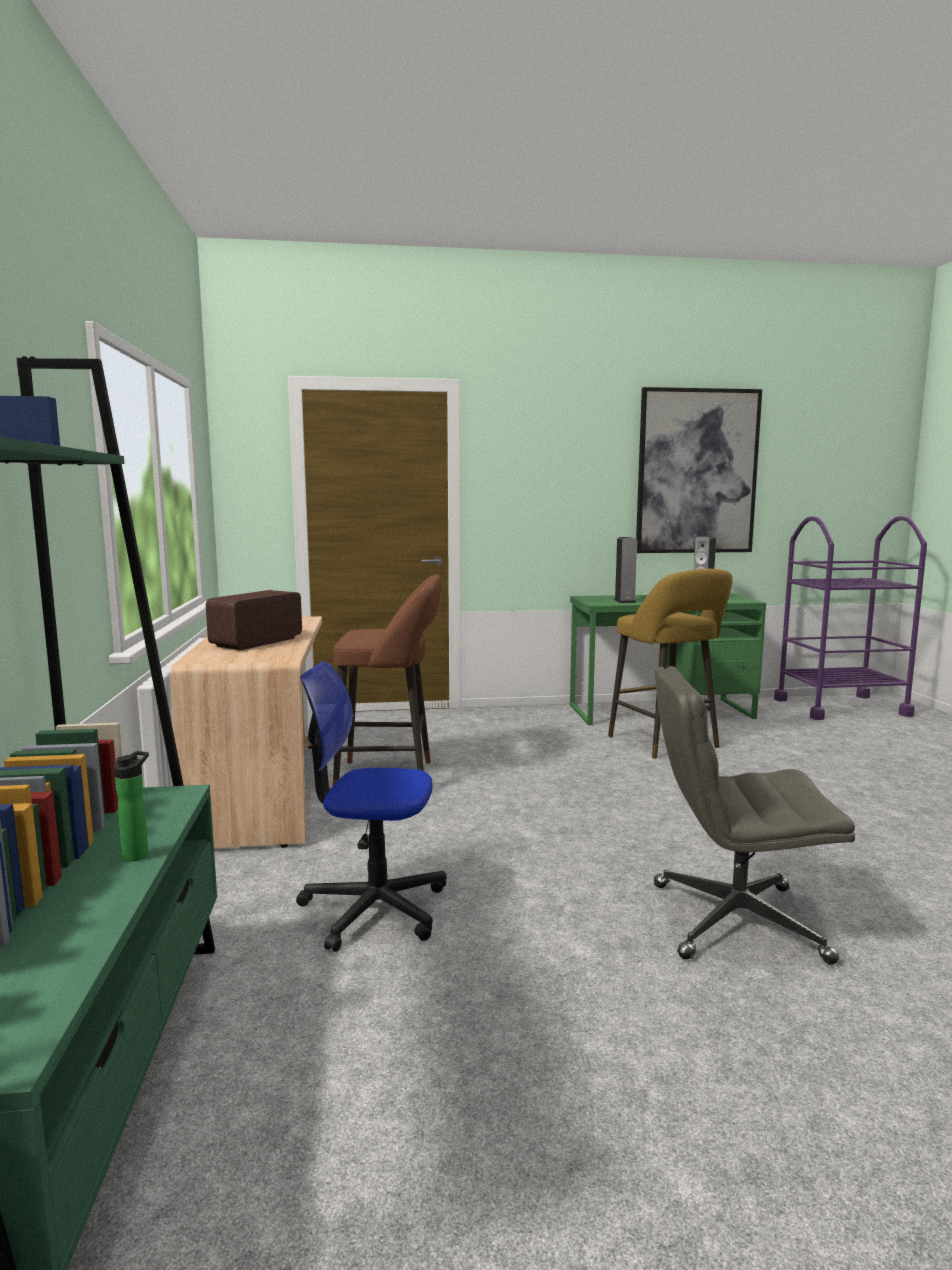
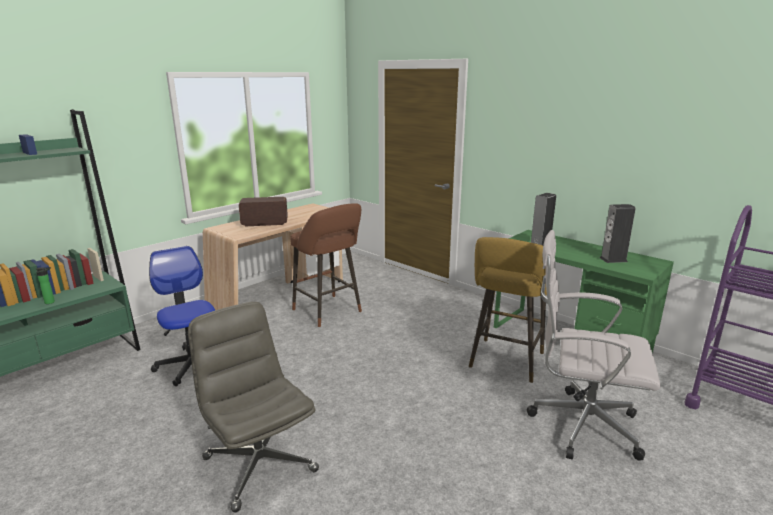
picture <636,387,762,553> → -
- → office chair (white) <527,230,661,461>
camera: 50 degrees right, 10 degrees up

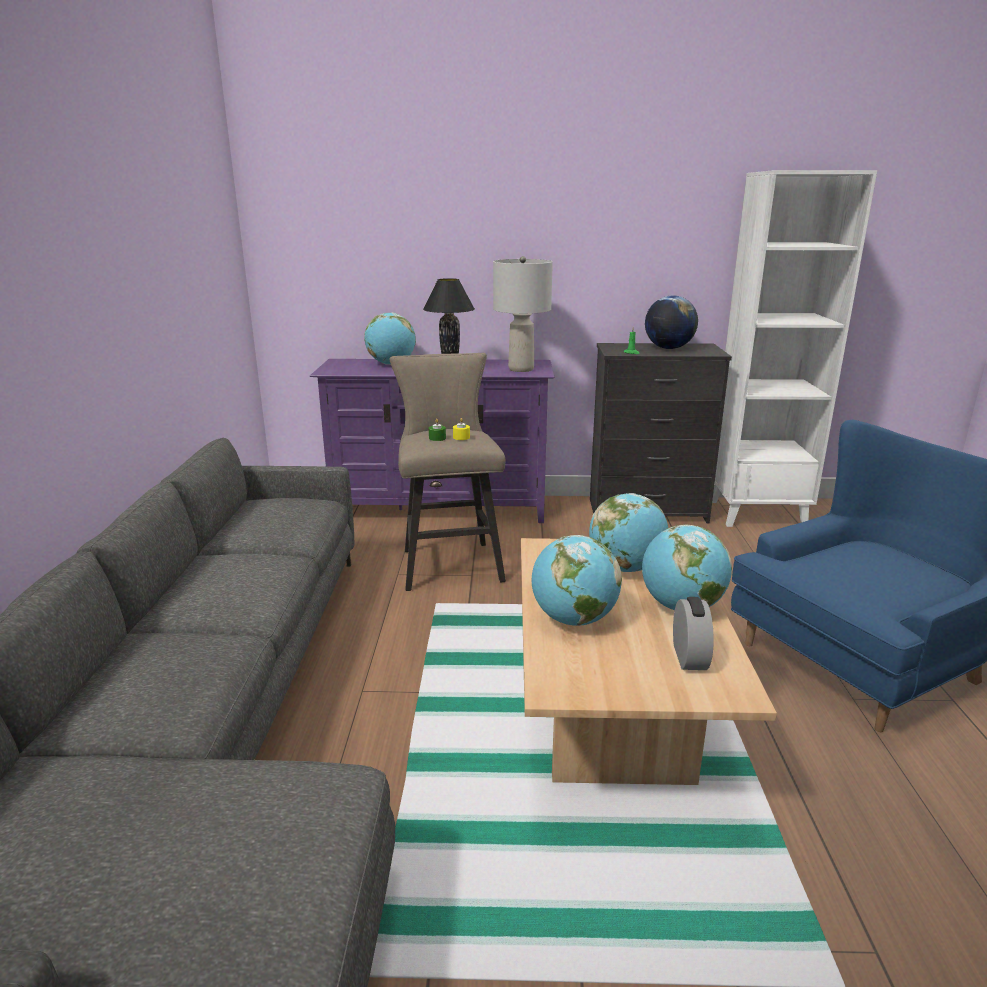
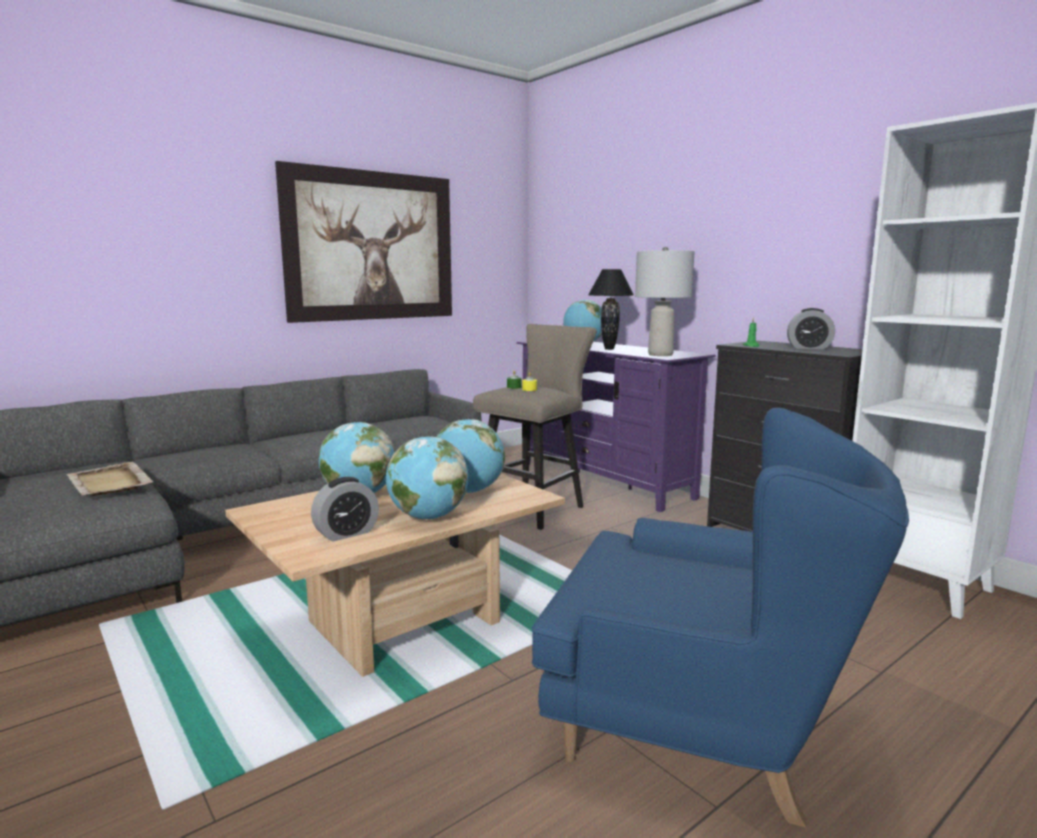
globe <645,295,698,349> → alarm clock <787,308,835,349>
- → tray (beige) <66,462,154,496>
- → picture <275,161,452,323>
camera: 50 degrees right, 10 degrees down

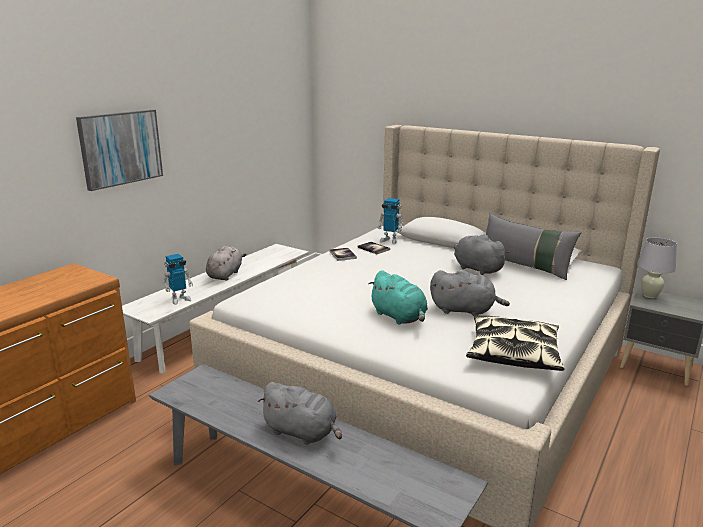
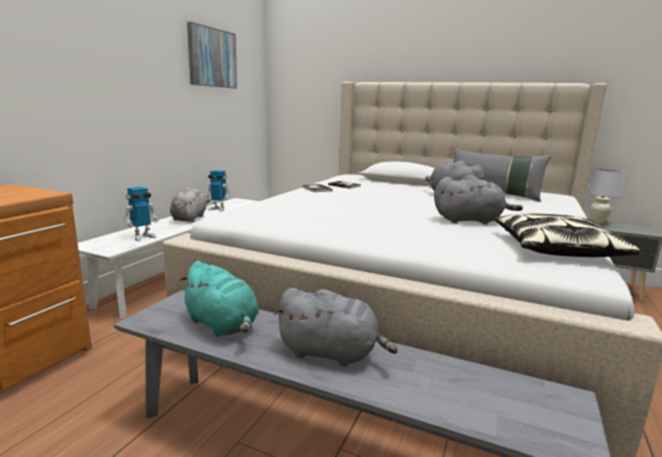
picture <76,110,163,191> → picture <187,22,237,88>, moved
plush toy (turquoise) <368,270,428,325> → plush toy (turquoise) <179,261,259,337>, moved
toy robot <377,198,404,244> → toy robot <206,170,230,212>, moved
camera: 10 degrees left, 5 degrees down

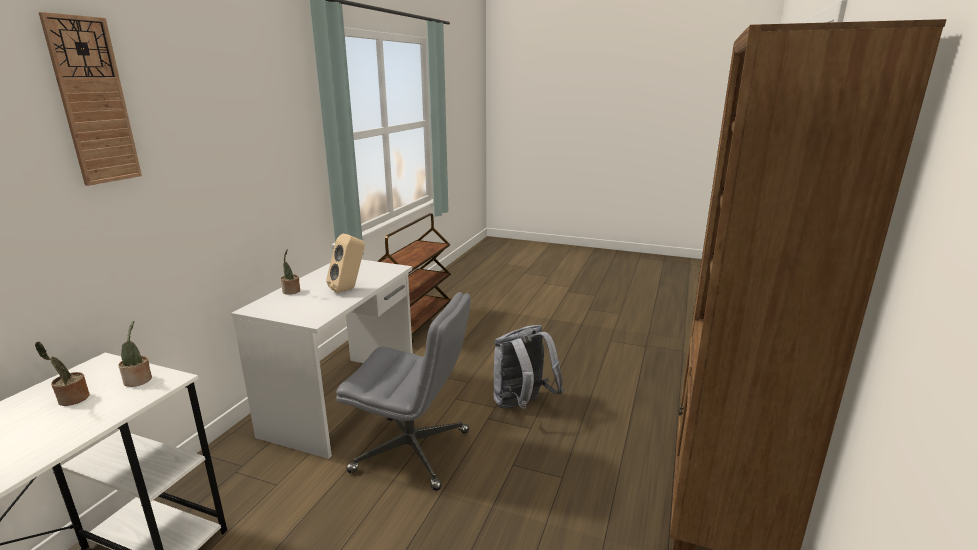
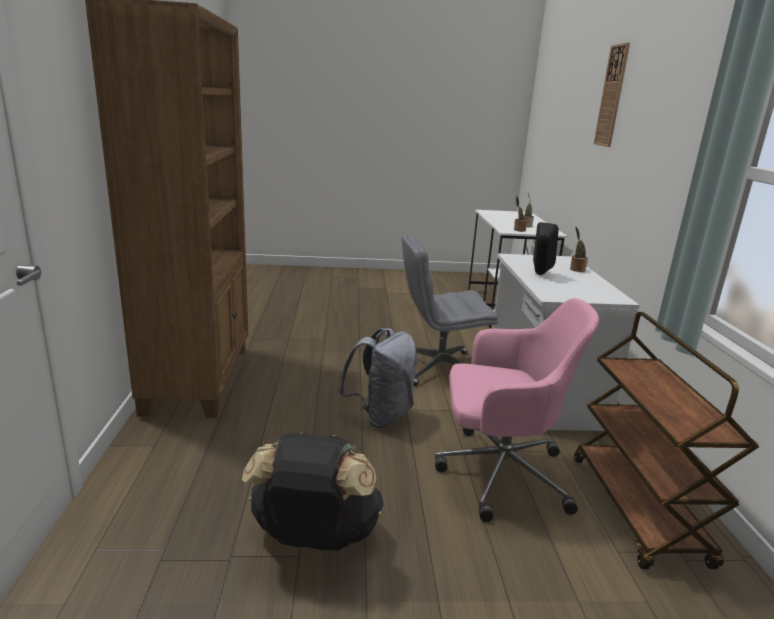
speaker (beige) <326,234,365,293> → speaker (black) <533,222,559,275>
- → backpack (black) <242,432,384,551>
- → office chair (pink) <435,298,599,522>
camera: 155 degrees right, 0 degrees up

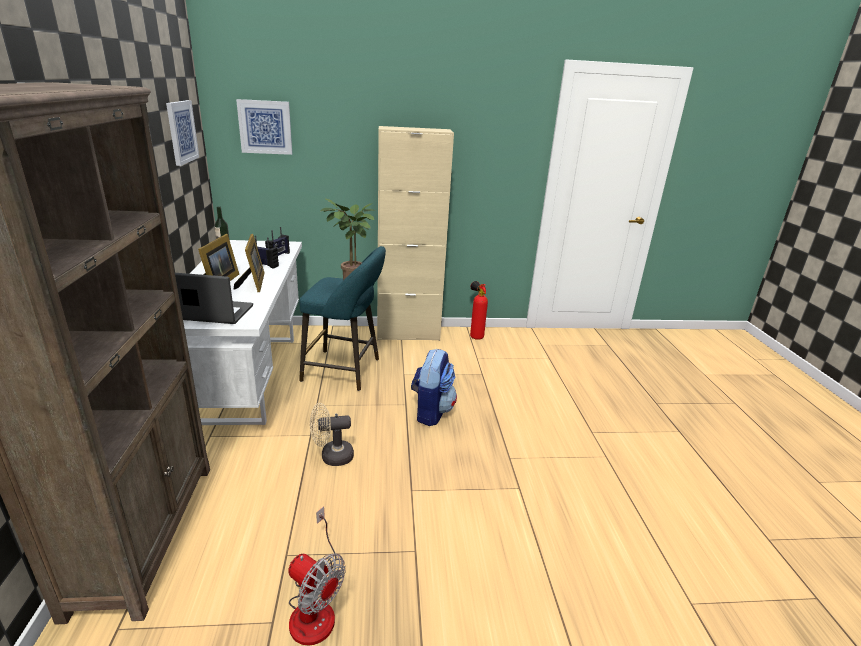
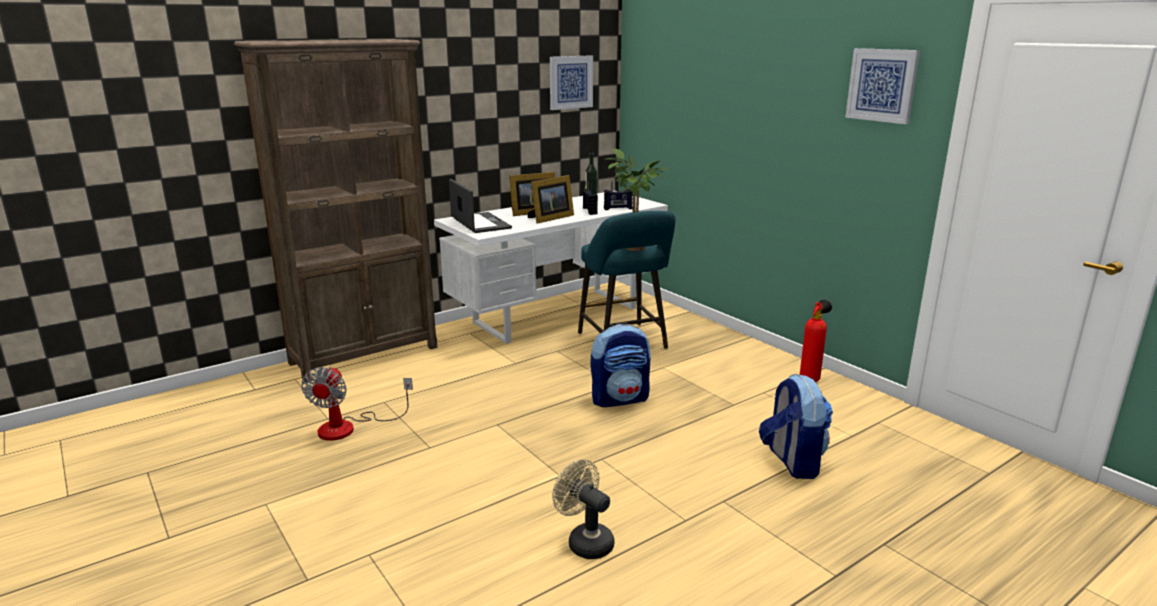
picture <236,99,292,155> → picture <845,48,920,124>, moved
fan (beige) <310,403,354,466> → fan (beige) <552,459,614,559>, moved
cabinet (beige) <377,126,454,341> → -
- → backpack <759,374,833,479>
camera: 60 degrees right, 5 degrees down

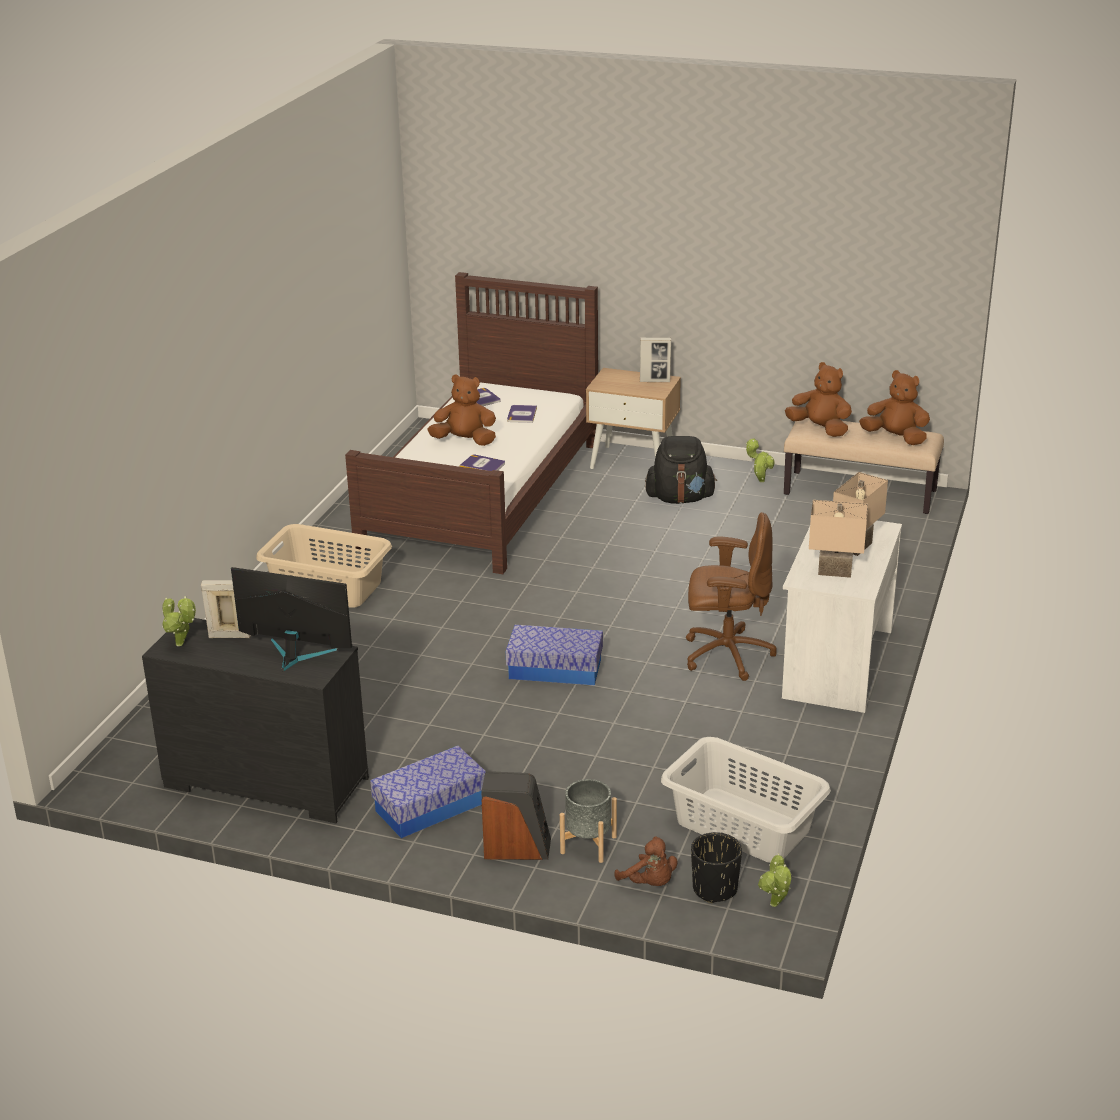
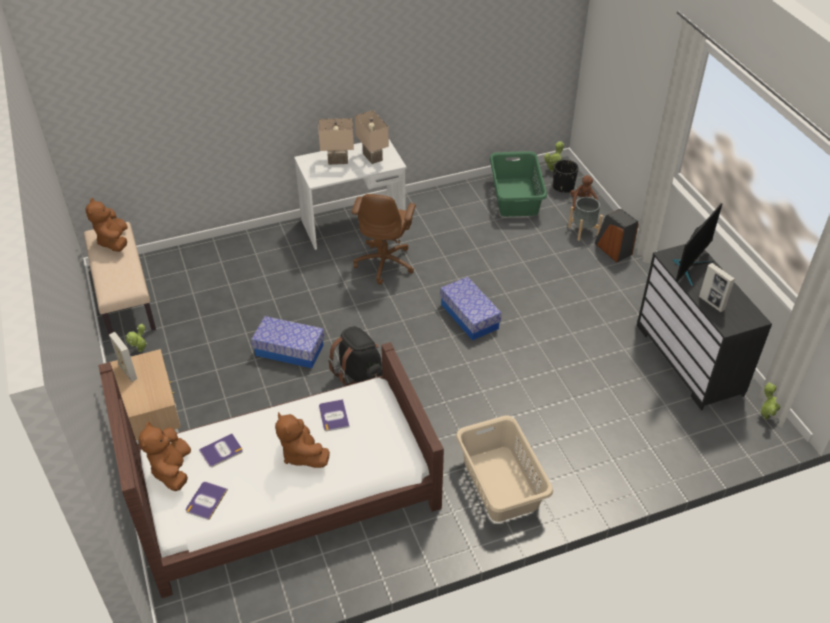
potted plant <162,596,196,647> → potted plant <760,382,780,420>, moved
monitor <231,567,352,672> → monitor <672,203,722,287>, 120 degrees counterclockwise
storage box <370,746,486,838> → storage box <251,316,324,368>, moved
backpack (black) <645,436,717,504> → backpack (black) <328,326,382,386>, moved
laundry basket (grey) <661,737,831,863> → laundry basket (green) <490,151,547,217>
office chair (brown) <686,512,776,681> → office chair (brown) <352,194,416,285>, 135 degrees counterclockwise
plush toy (brown) <785,362,852,437> → plush toy (brown) <139,422,191,491>, moved
camera: 130 degrees left, 15 degrees up

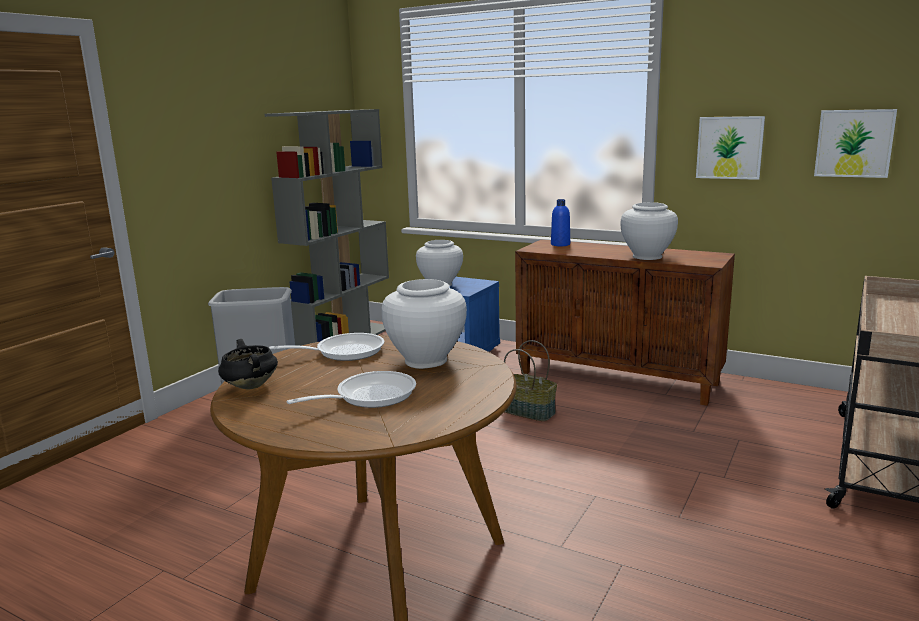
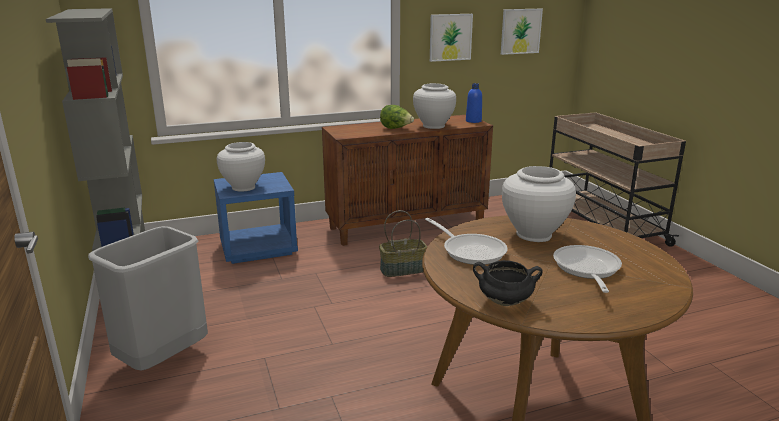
frying pan <269,333,384,361> → frying pan <425,218,508,265>, 120 degrees clockwise
bottle (blue) <551,199,570,246> → bottle (blue) <466,83,482,123>, moved
- → lettuce <380,105,414,129>
camera: 50 degrees left, 5 degrees up

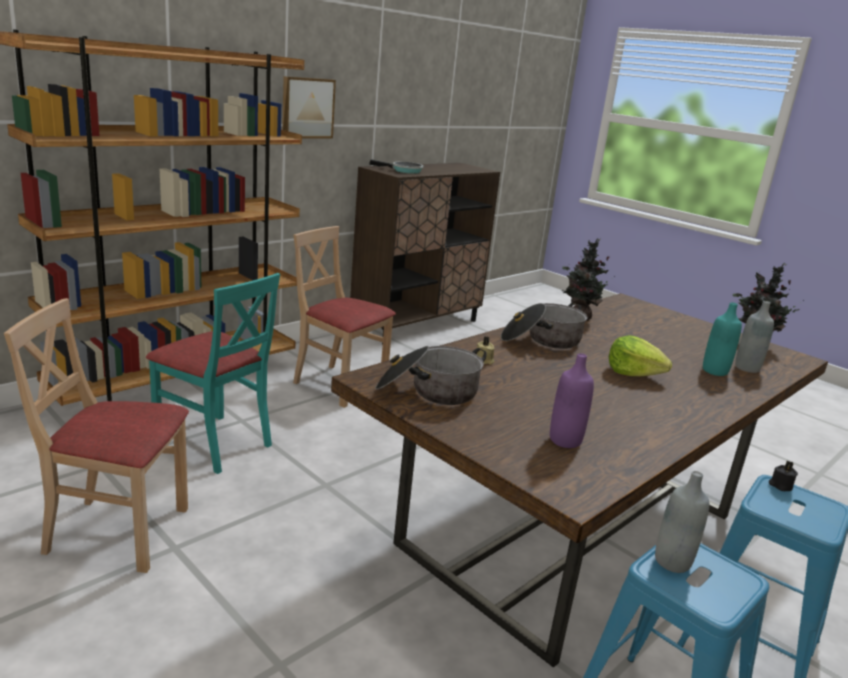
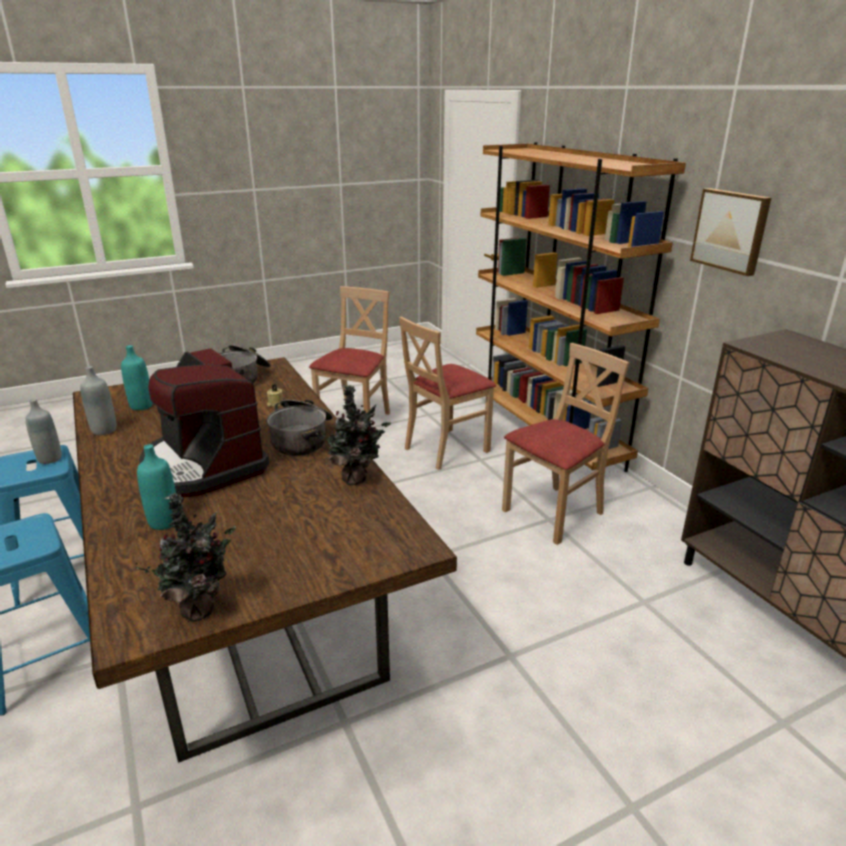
chair (turquoise) <146,273,280,474> → chair (beige) <399,316,496,470>
frying pan <369,159,423,174> → -
bottle (purple) <550,353,594,448> → bottle (turquoise) <121,345,153,410>
lettuce <609,335,672,376> → coffee machine <139,348,269,497>
bottle (grey) <735,301,774,373> → bottle (grey) <80,366,117,435>, moved
candle (black) <769,461,798,491> → -
camera: 110 degrees right, 5 degrees up

